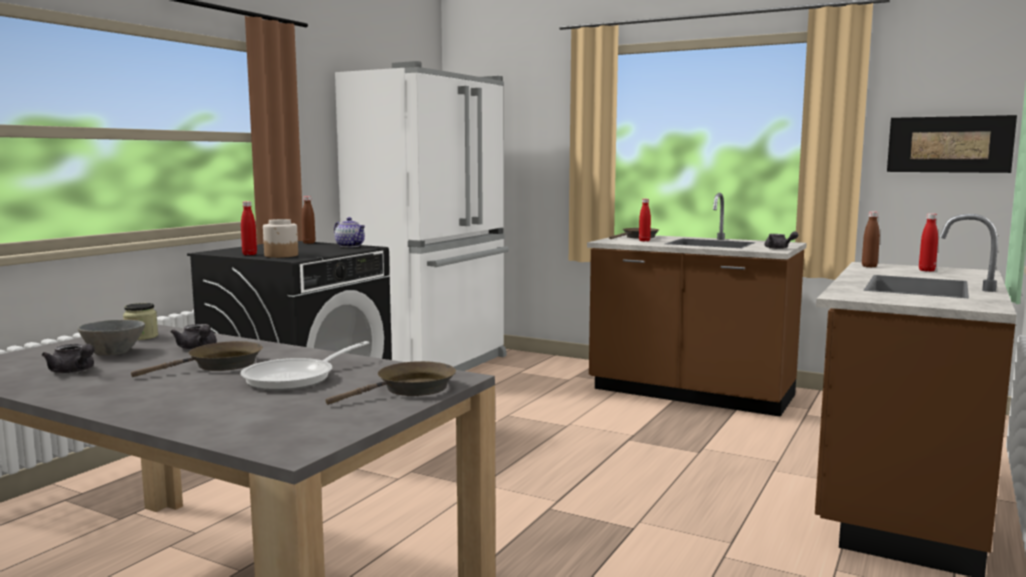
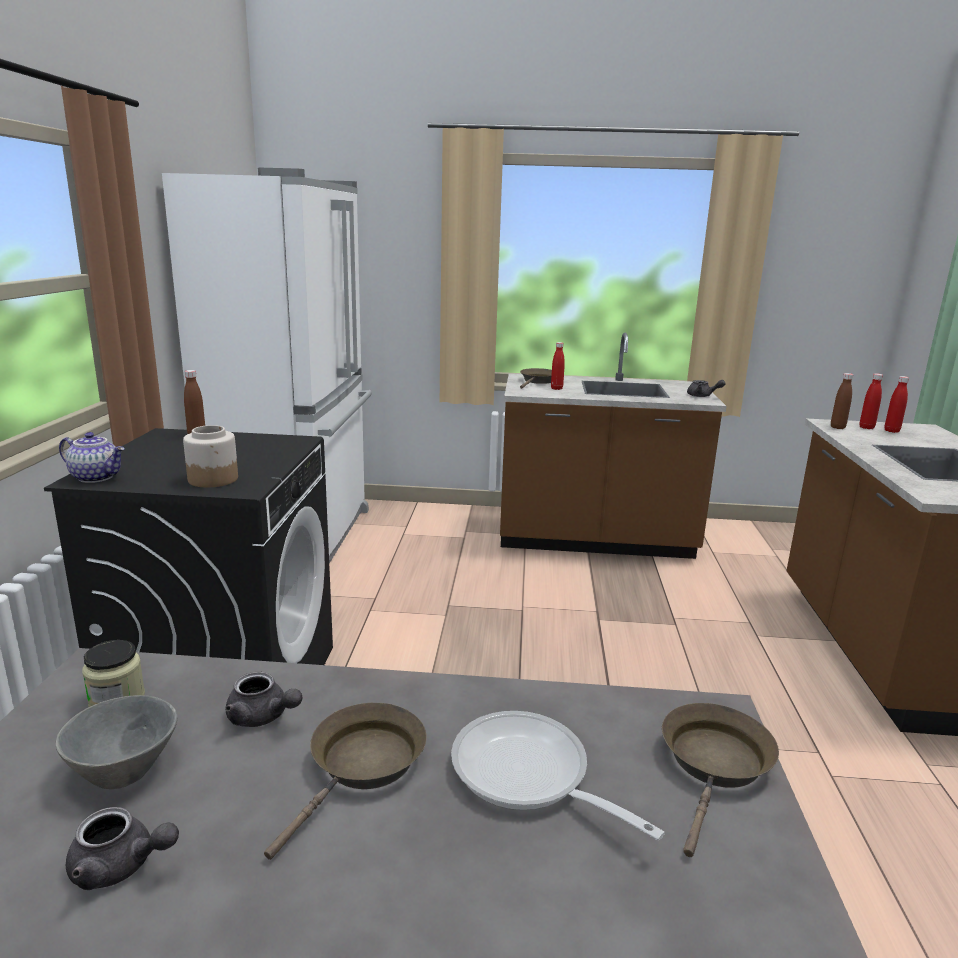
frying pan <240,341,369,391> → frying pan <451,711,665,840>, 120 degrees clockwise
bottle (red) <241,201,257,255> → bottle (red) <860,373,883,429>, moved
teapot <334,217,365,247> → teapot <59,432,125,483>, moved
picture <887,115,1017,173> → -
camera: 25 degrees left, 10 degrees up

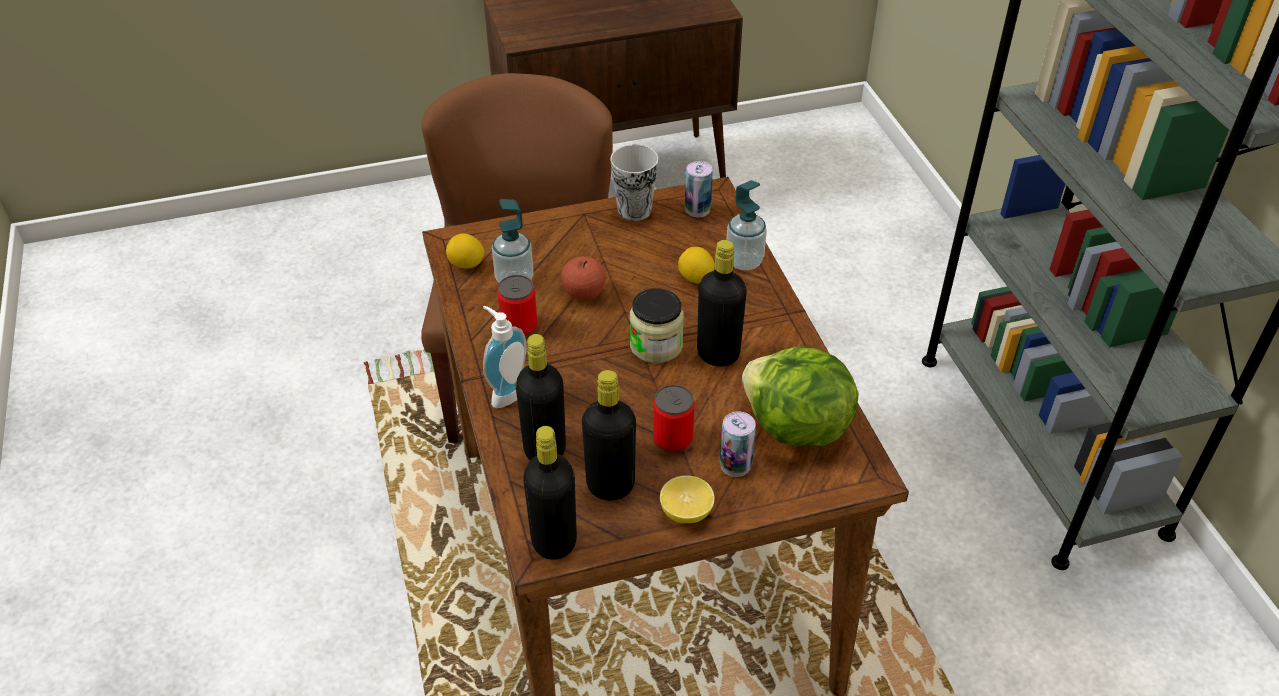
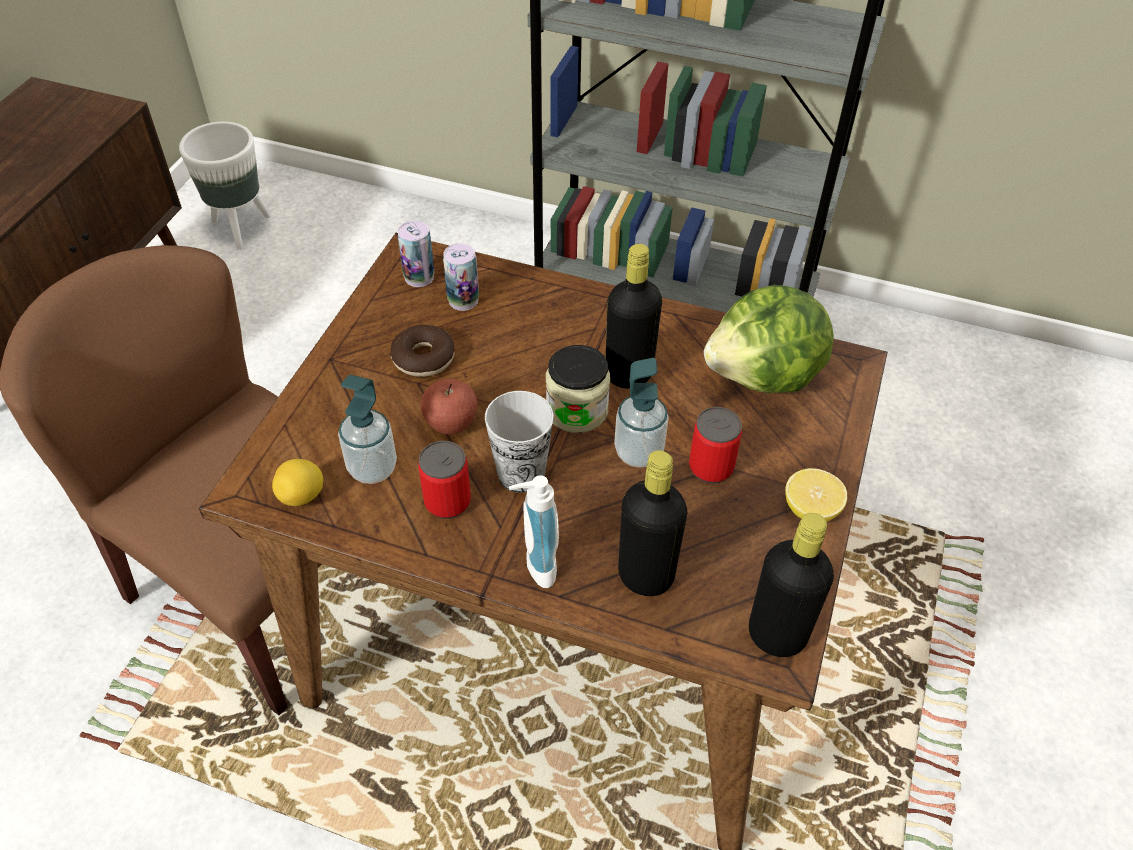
bottle (black) <582,370,636,501> → -
cup <610,145,658,221> → cup <485,391,554,493>, moved
lemon <678,247,715,284> → -
can <720,411,756,477> → can <443,243,479,311>, moved
soap dispenser <726,180,767,270> → soap dispenser <614,358,669,468>, moved
- → planter (white) <179,122,271,250>
- → donut <390,325,455,377>
camera: 55 degrees left, 5 degrees up

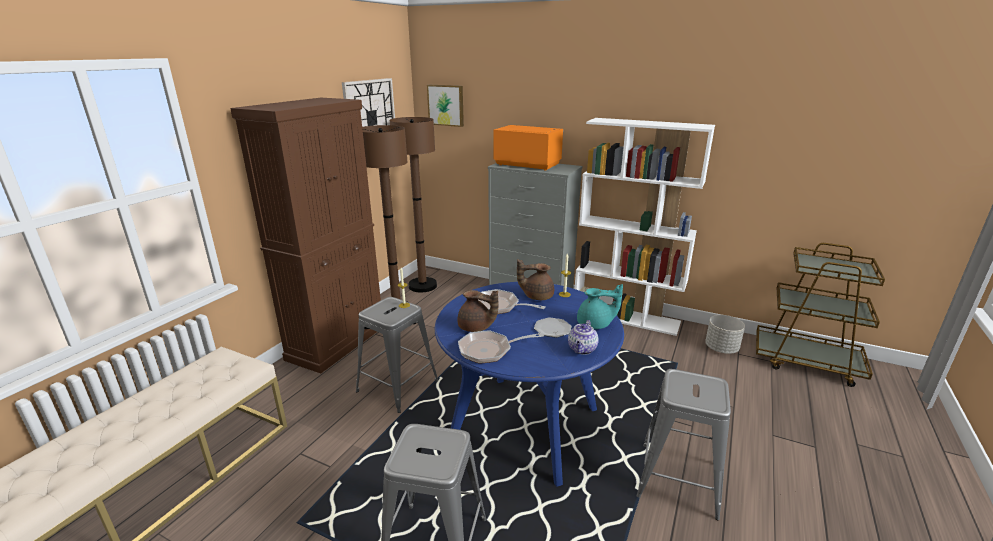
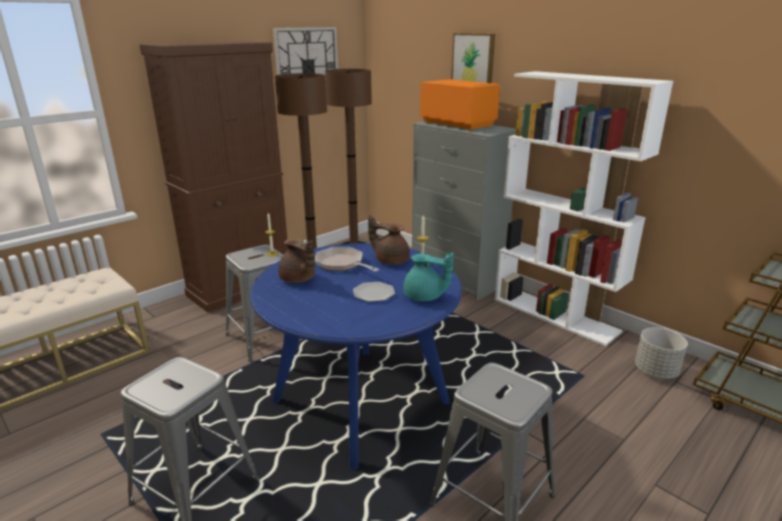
picture <427,85,464,127> → picture <451,33,495,83>, moved
frying pan <458,330,544,364> → -
teapot <568,320,599,355> → -
camera: 20 degrees right, 0 degrees up

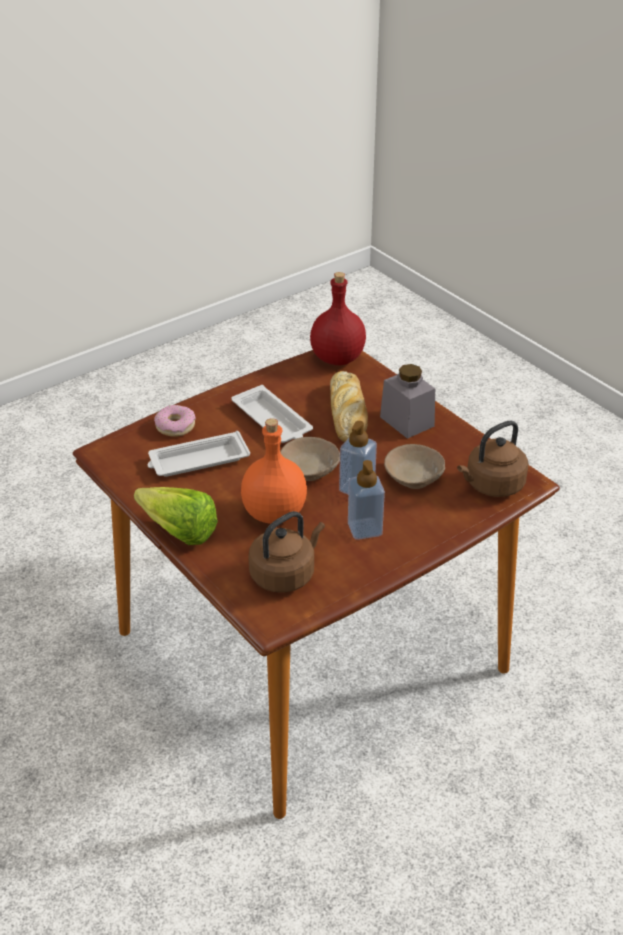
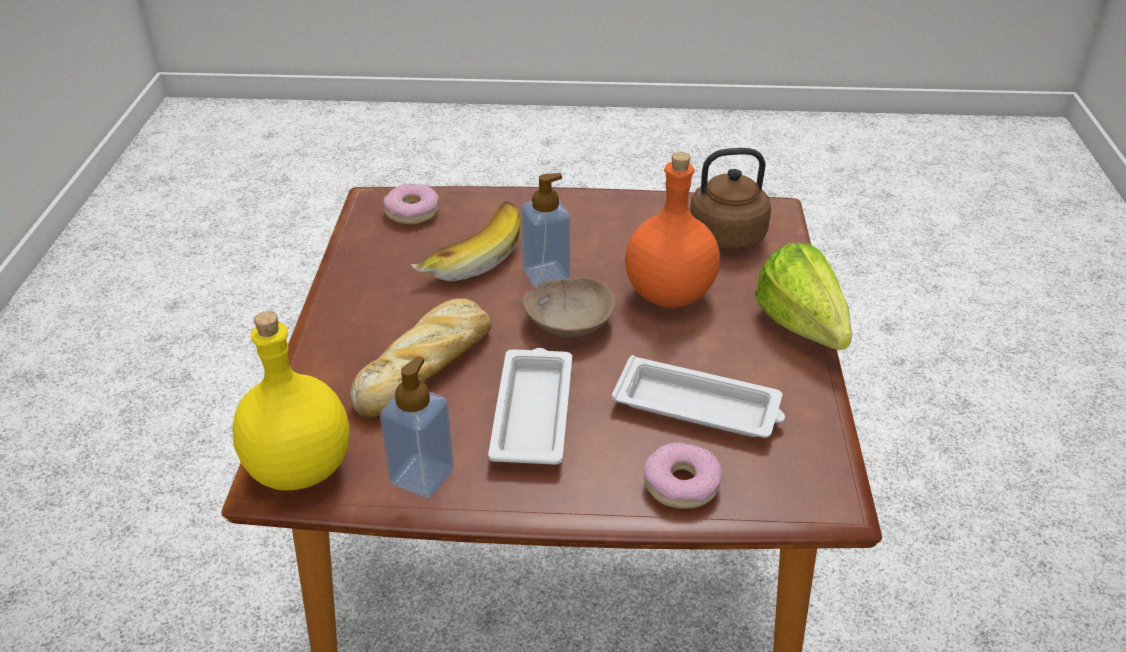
bottle (red) <310,272,366,365> → bottle (yellow) <232,311,349,491>
soap dispenser <348,460,385,540> → soap dispenser <380,356,454,498>, moved
jar (grey) <380,364,435,439> → -
bowl (beige) <384,444,445,489> → banana <410,201,521,281>
kettle (brown) <457,420,528,497> → donut <383,183,439,224>
camera: 140 degrees left, 0 degrees up

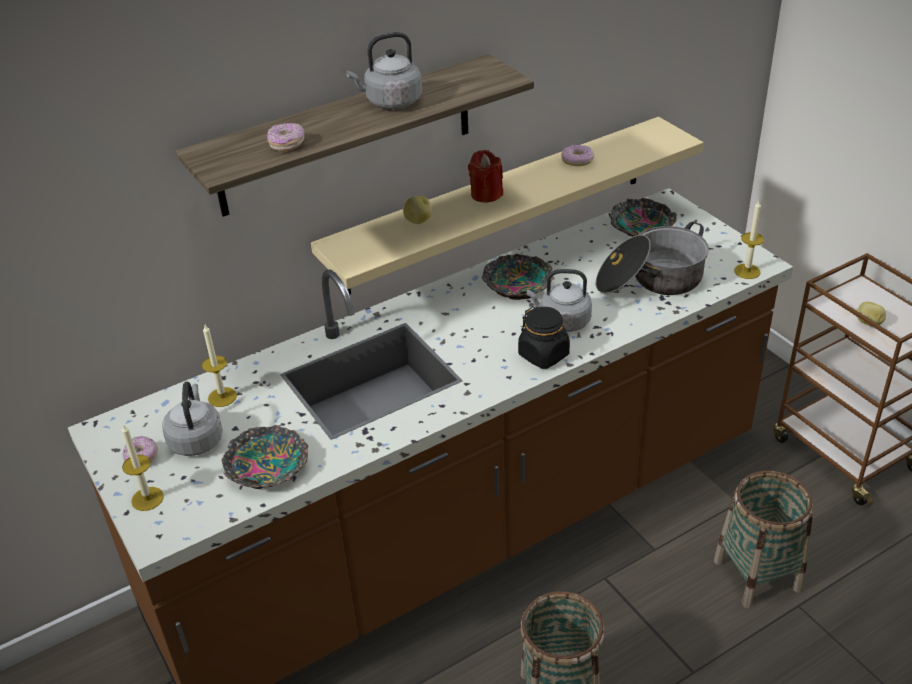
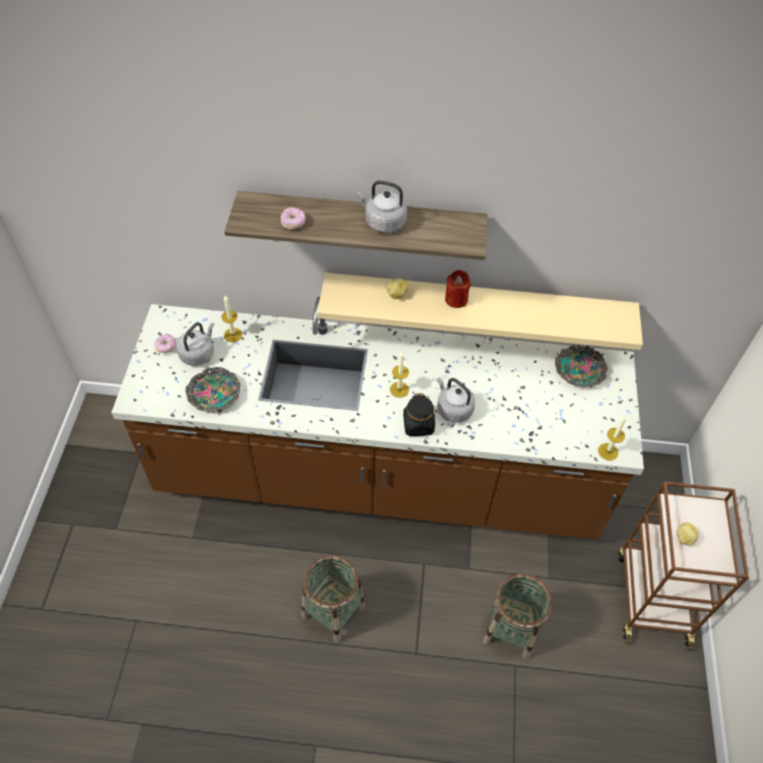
candle <121,425,164,511> → candle <390,352,409,398>, moved
bowl <482,254,555,300> → -
donut <561,145,595,166> → -
cooking pot <595,222,709,295> → -
camera: 35 degrees right, 15 degrees up

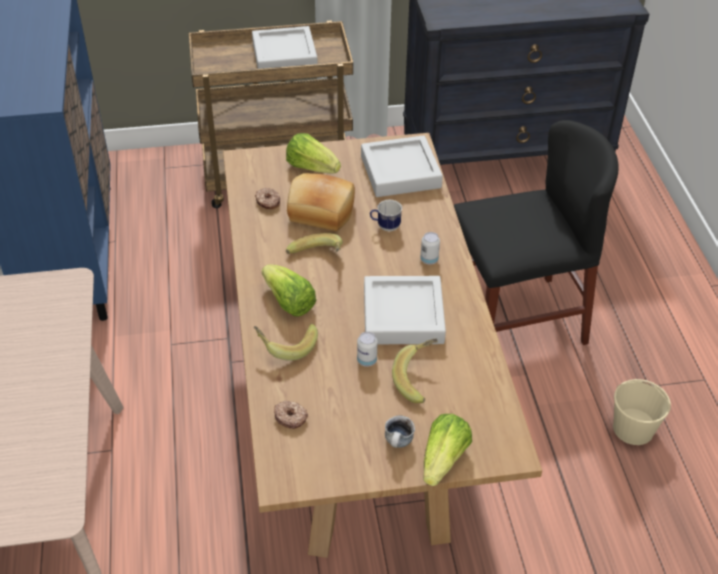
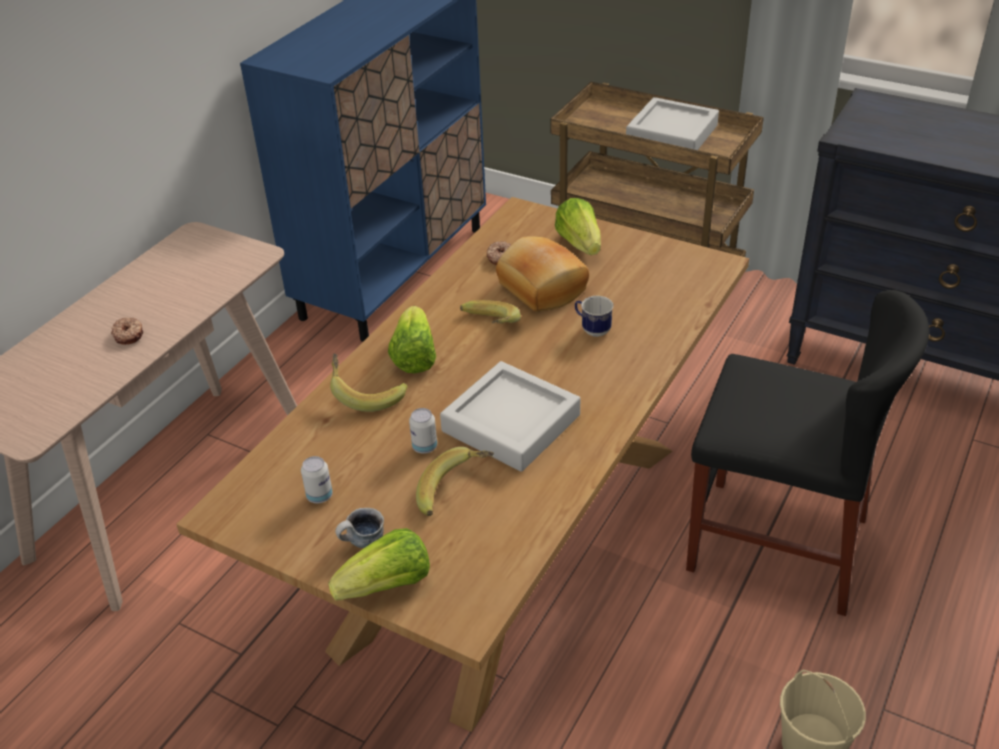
donut <274,401,308,429> → donut <111,317,143,345>, moved
tray (grey) <361,135,443,197> → -
can <420,232,440,265> → can <301,456,333,503>, moved
camera: 40 degrees right, 5 degrees down

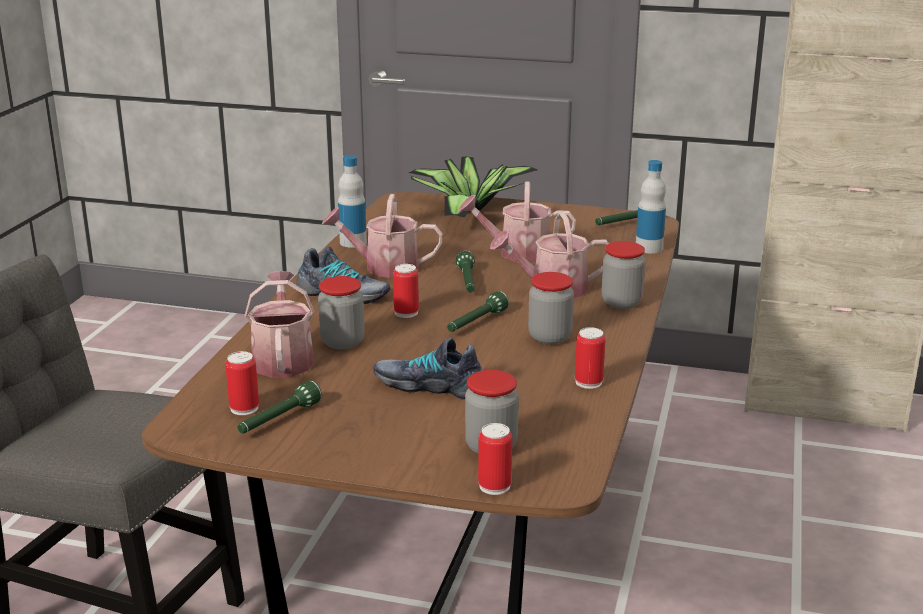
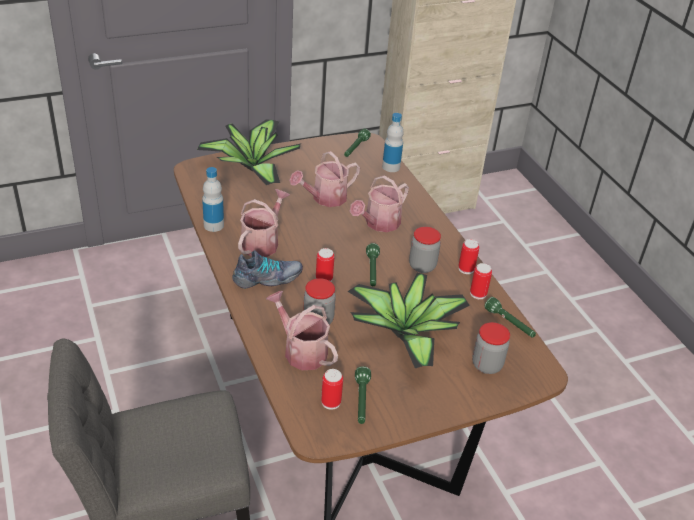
watering can <322,194,443,278> → watering can <238,189,290,257>, 150 degrees clockwise
shoe <373,338,483,400> → potted plant <347,273,470,368>
flashlight (green) <456,251,475,293> → flashlight (green) <484,297,536,338>, moved
can <478,423,512,495> → can <458,239,480,274>, moved
jar <601,241,645,309> → -
camera: 40 degrees left, 15 degrees up

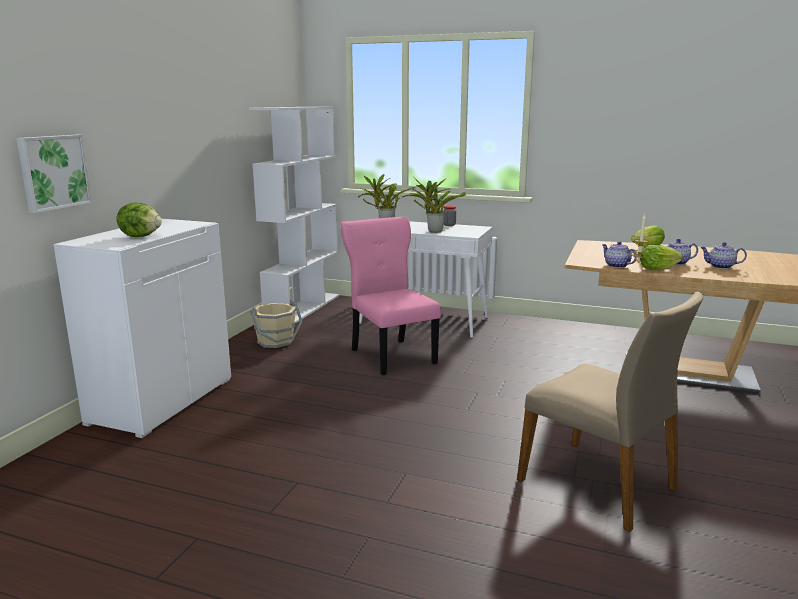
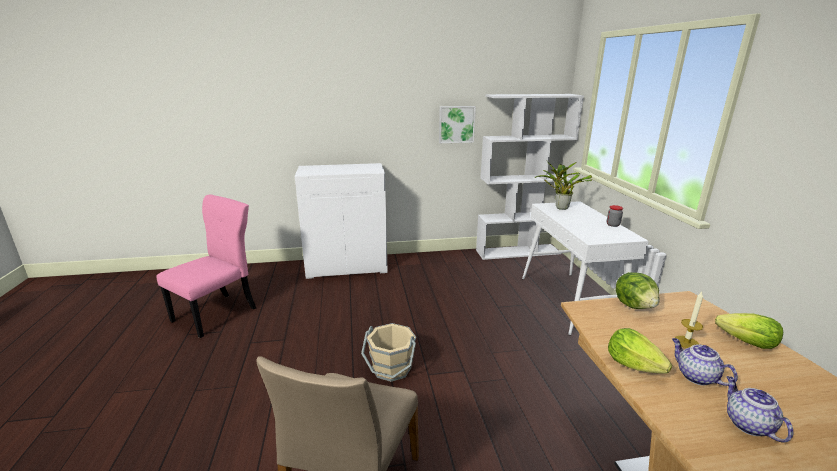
picture <16,135,92,213> → picture <439,106,476,143>, moved
lettuce <116,202,162,237> → lettuce <616,272,660,309>, moved
bucket (beige) <250,299,303,348> → bucket (beige) <361,323,416,382>, moved
chair (pink) <340,217,441,375> → chair (pink) <156,195,256,338>, moved
potted plant <401,177,466,233> → -
teapot <602,241,637,268> → -
camera: 60 degrees right, 5 degrees up

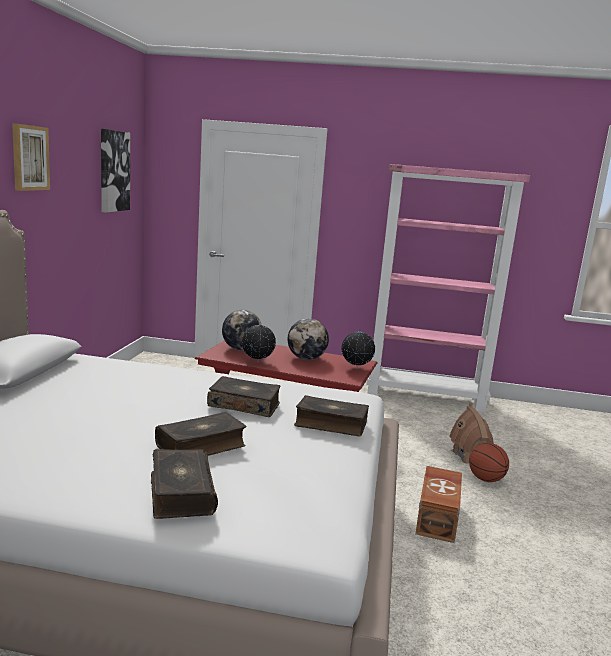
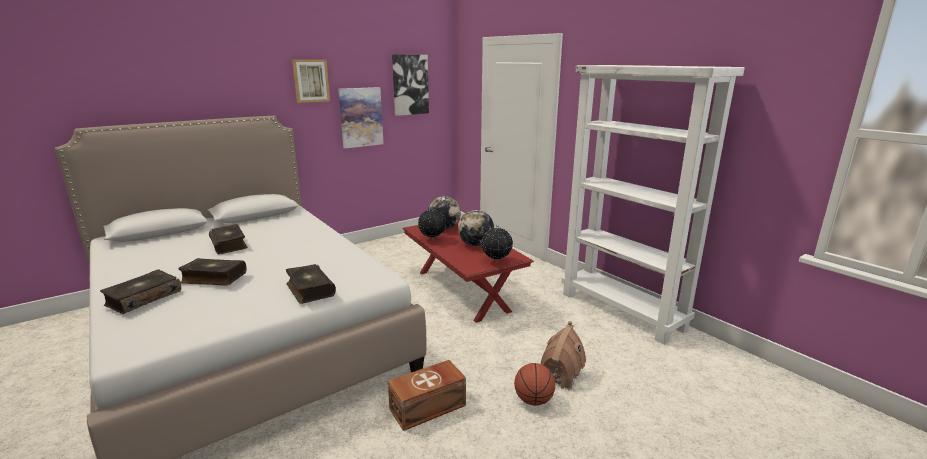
book <207,376,281,417> → book <209,224,248,254>, moved
bookcase (pink) <366,164,530,413> → bookcase (white) <561,65,745,345>
- → picture <338,87,384,148>
camera: 45 degrees right, 5 degrees up

